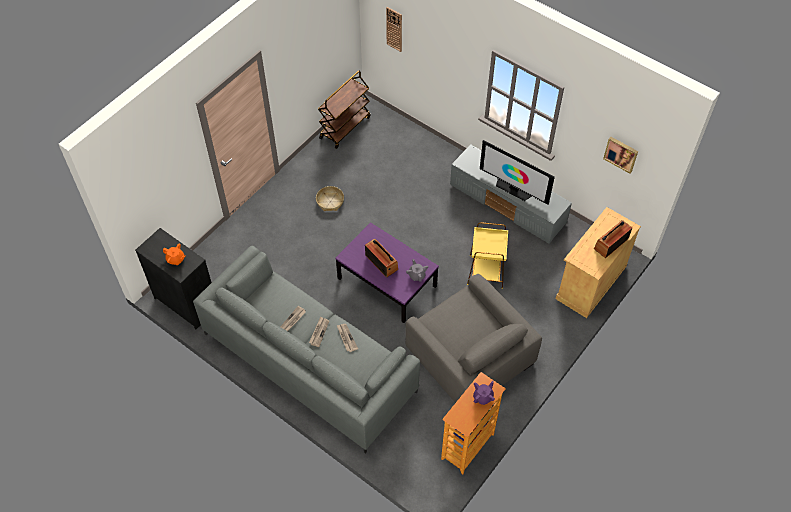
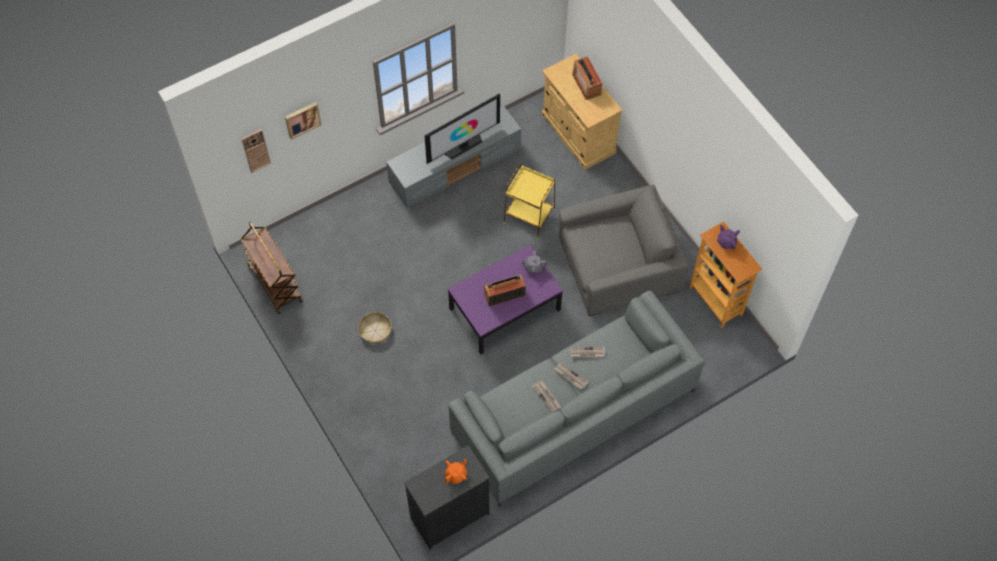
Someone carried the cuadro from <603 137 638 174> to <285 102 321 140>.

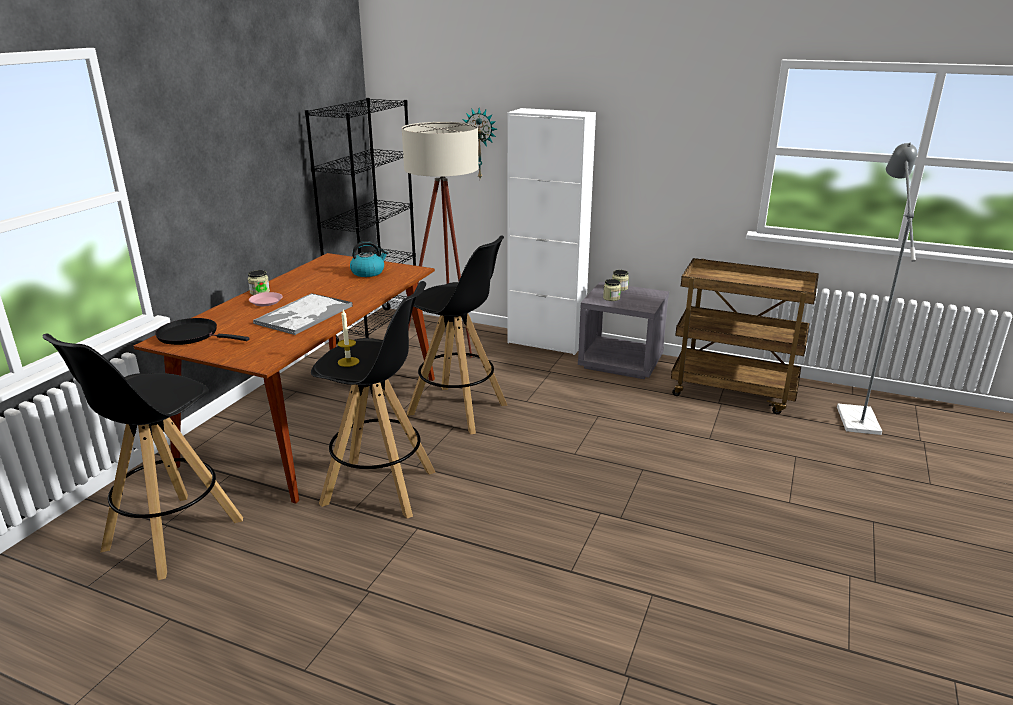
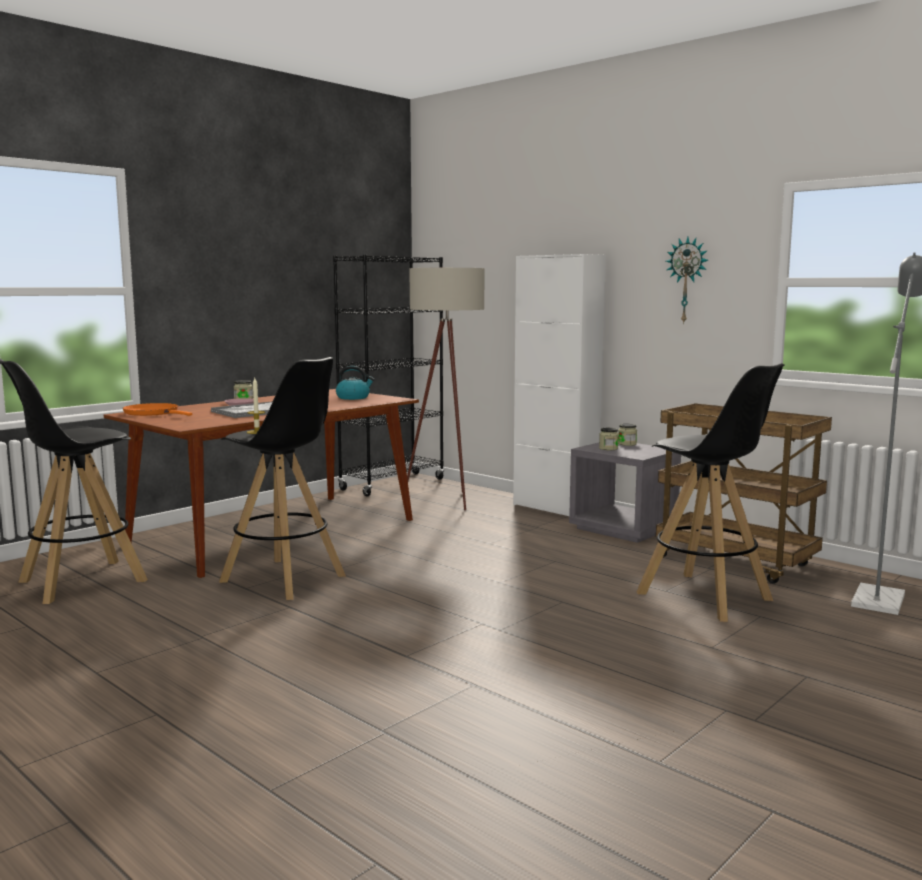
Someone repainted the sartén [negro] at <155 318 249 345>, which became the sartén [naranja] at <123 403 192 416>.
Someone carried the taburete [negro] from <407 236 508 434> to <637 363 785 622>.
Someone carried the reloj de pared from <463 108 497 178> to <666 236 708 324>.

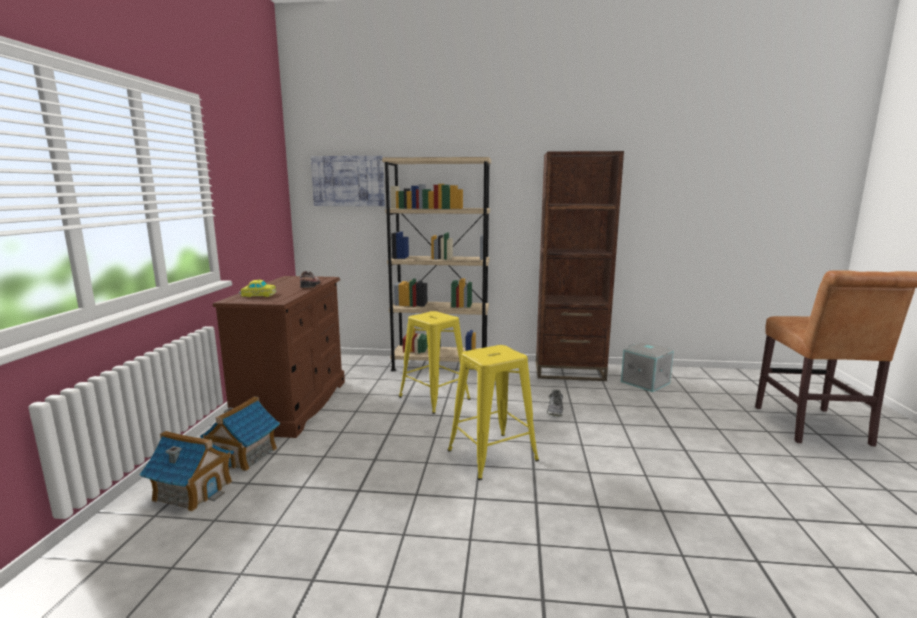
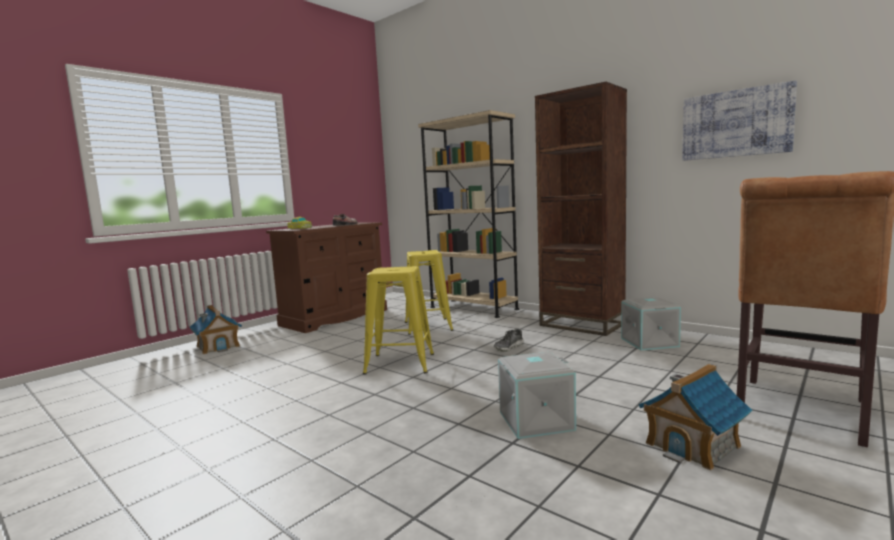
Someone put down the caja de almacenaje [gris] at <498 352 576 439>.
Someone carried the casita from <200 396 280 471> to <638 364 753 470>.
Someone carried the cuadro from <311 156 385 206> to <682 80 797 161>.

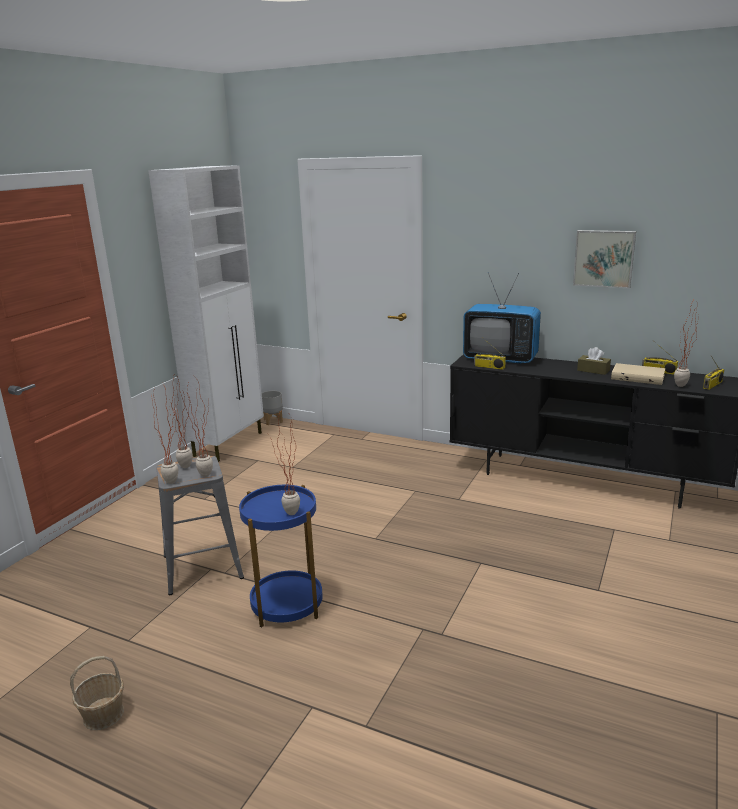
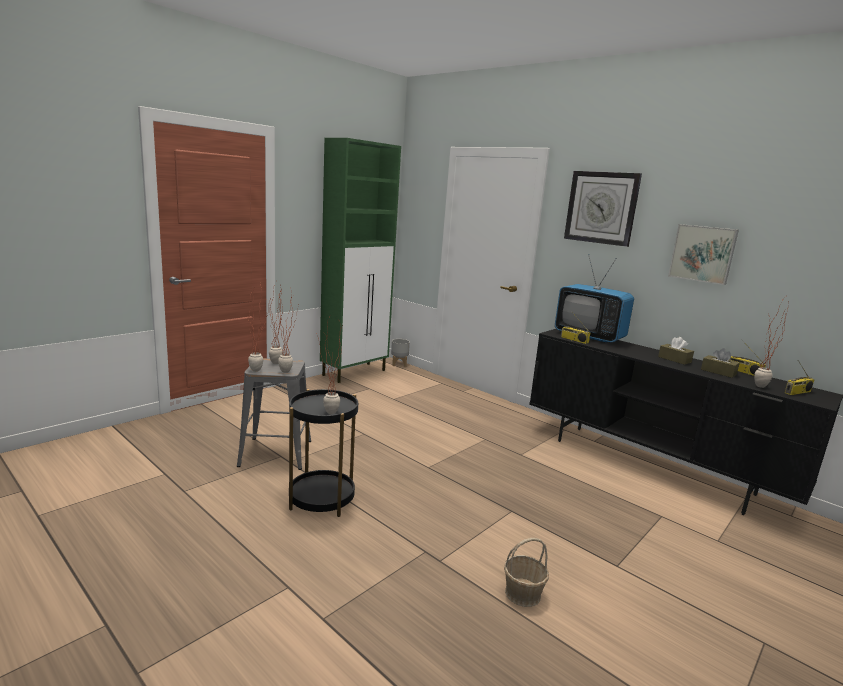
Someone repainted the mesa auxiliar [azul] at <239 485 323 627>, which became the mesa auxiliar [negro] at <289 389 358 517>.
Someone repainted the armario [blanco] at <148 165 264 462>, which became the armario [verde] at <320 138 401 383>.
Someone carried the cesta from <70 656 124 730> to <504 538 549 607>.
Someone put up the reloj de pared at <564 171 642 247>.
Someone swapped the libro [beis] at <611 363 665 385> for the caja de pañuelos [marrón] at <701 348 740 378>.

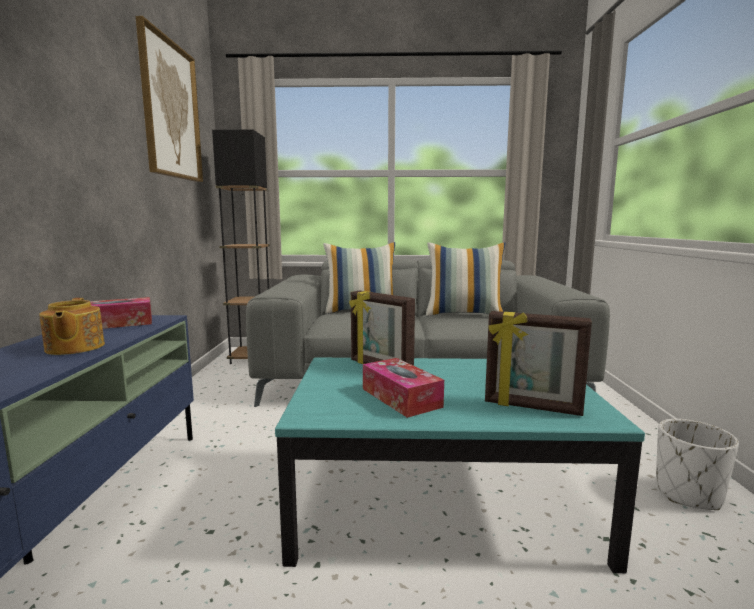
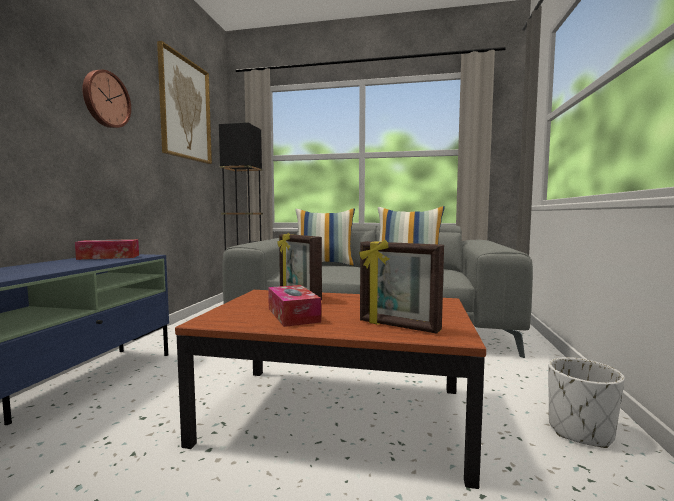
Someone put up the reloj de pared at <82 70 131 128>.
Someone repainted the mesa de centro [turquesa] at <275 357 645 573>, which became the mesa de centro [marrón] at <175 290 486 489>.
Someone took away the tetera at <39 298 105 355>.

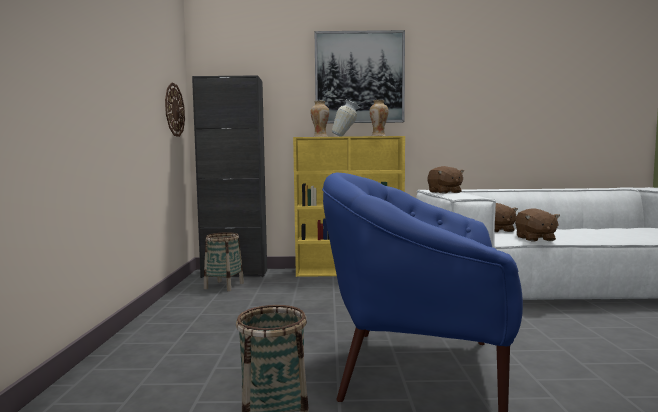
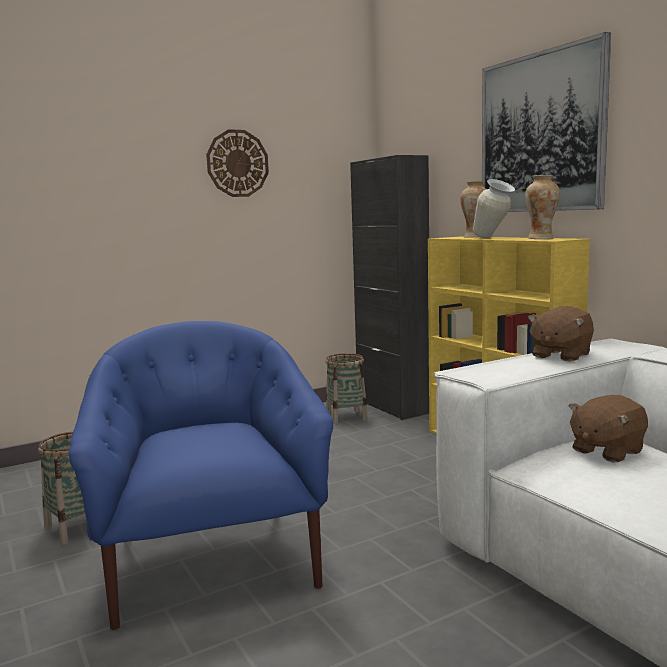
Someone carried the reloj de pared from <165 83 185 137> to <206 129 269 197>.
Someone took away the peluche [marrón] at <515 208 560 242>.

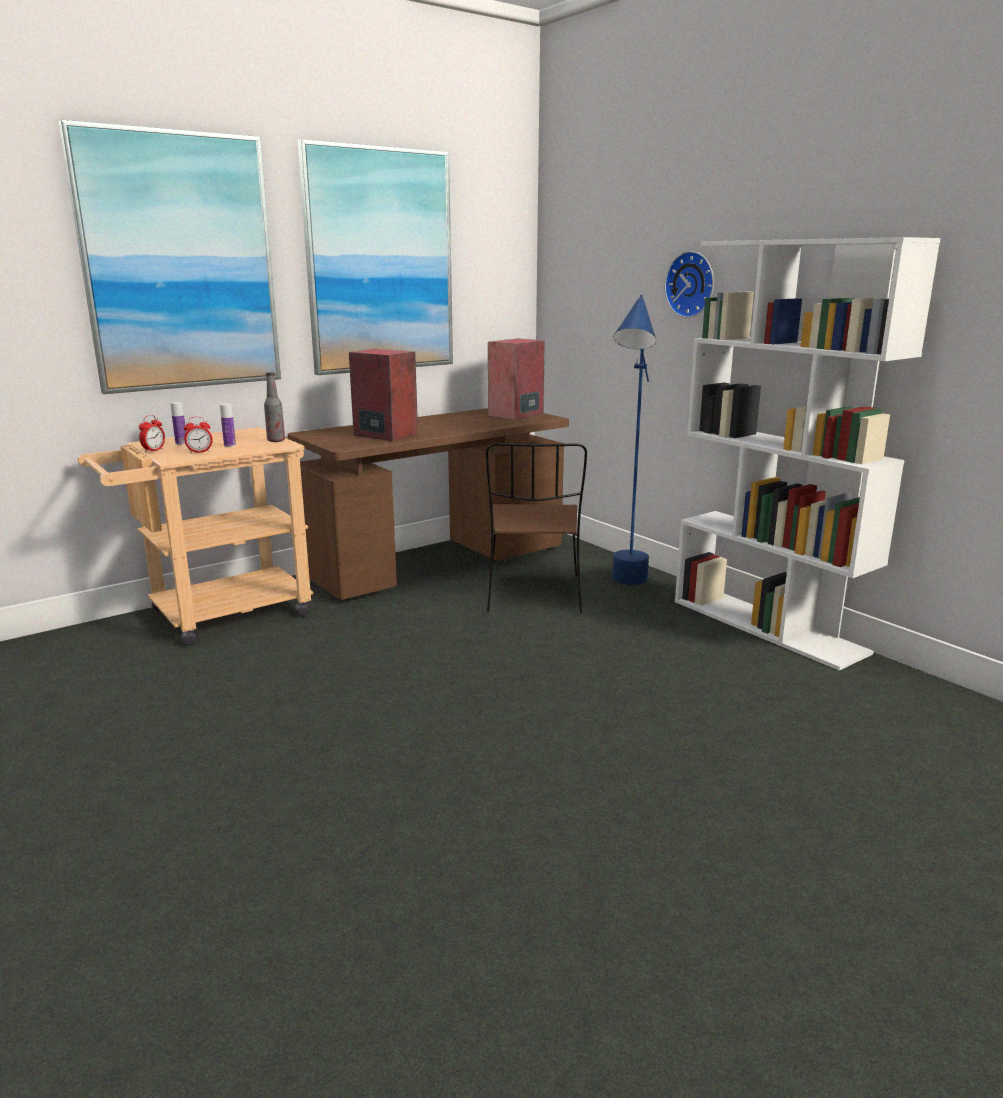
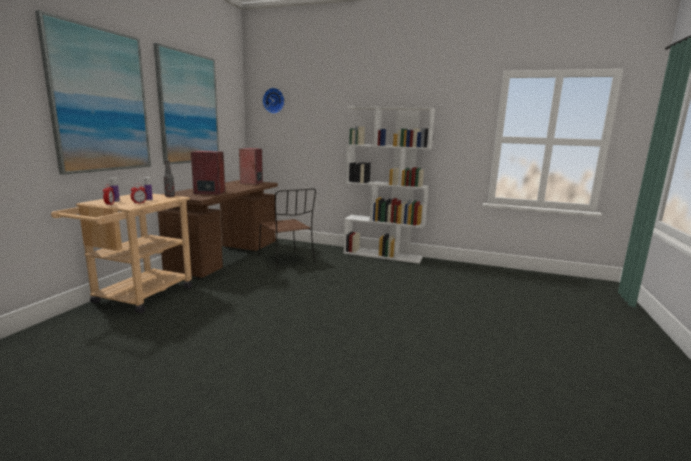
Someone carried the reloj de pared from <664 251 714 318> to <262 88 285 114>.
Someone took away the lámpara de pie [azul] at <612 295 656 585>.

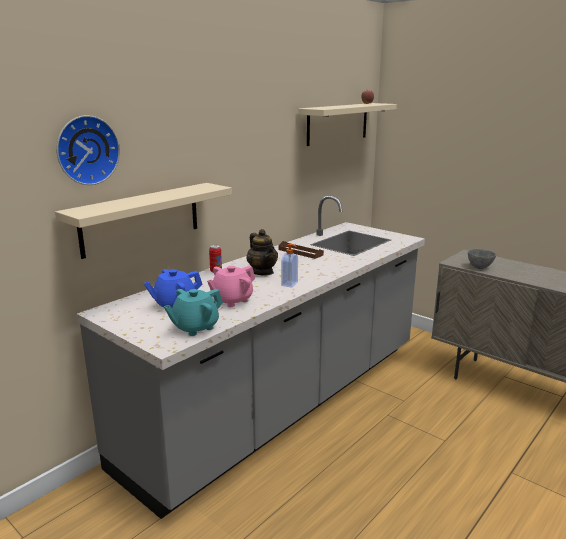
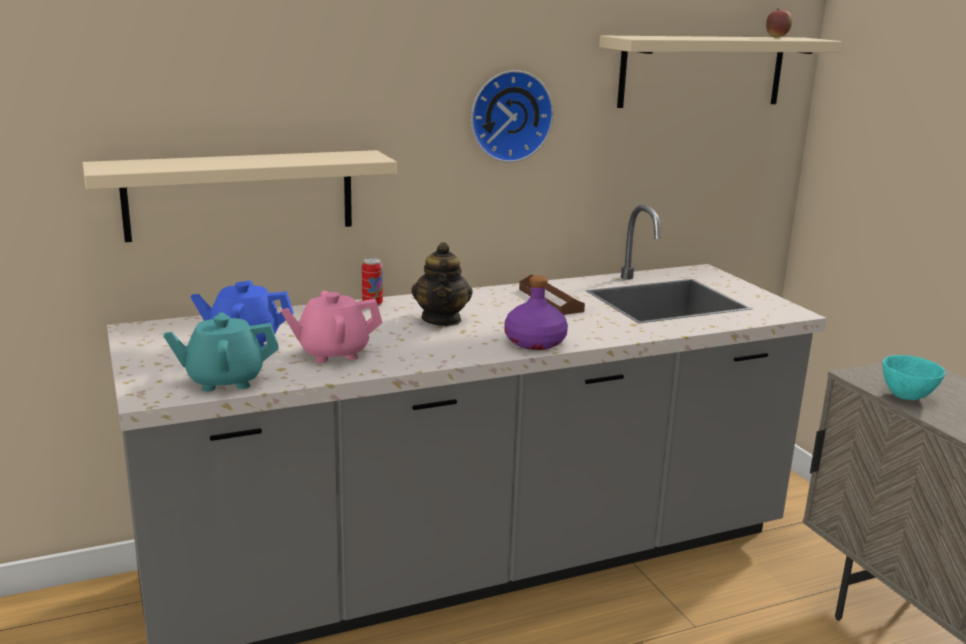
Someone carried the reloj de pared from <56 115 120 185> to <471 70 554 163>.
Someone put down the botella [morado] at <504 275 568 350>.
Someone repainted the cuenco [gris] at <468 249 496 269>, which became the cuenco [turquesa] at <883 355 945 400>.
Someone took away the dispensador de jabón at <281 244 298 288>.

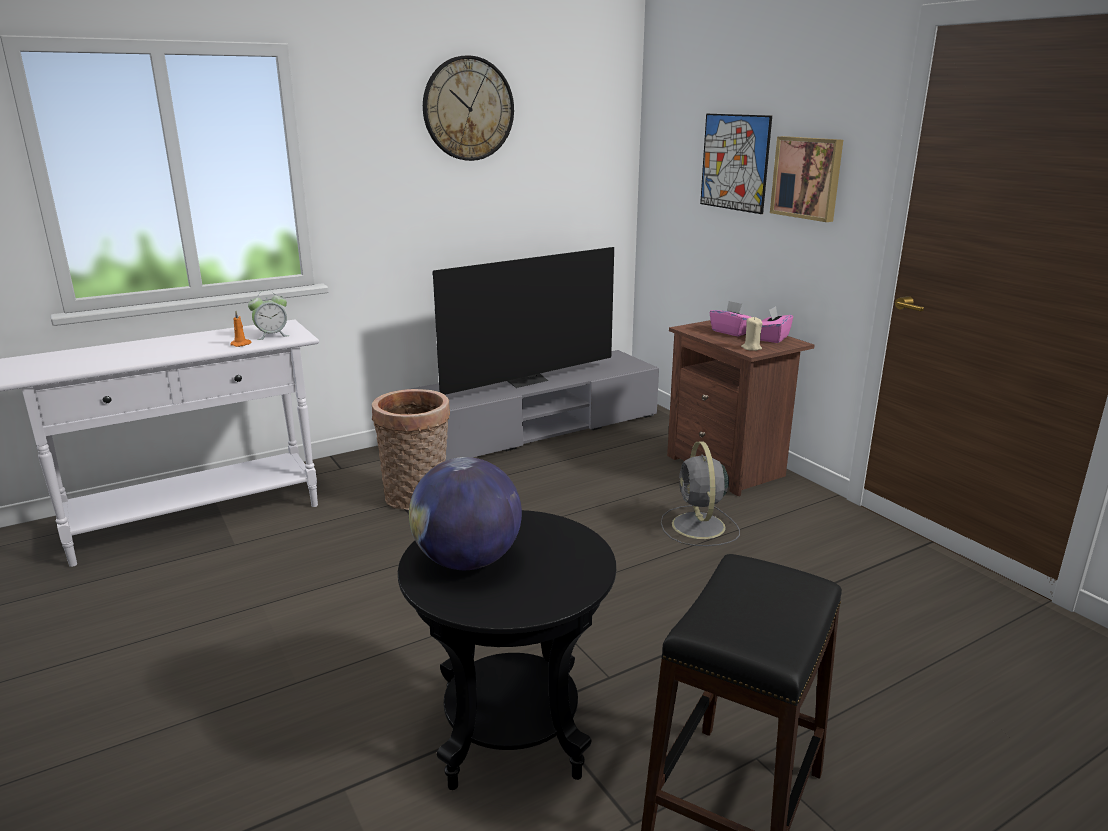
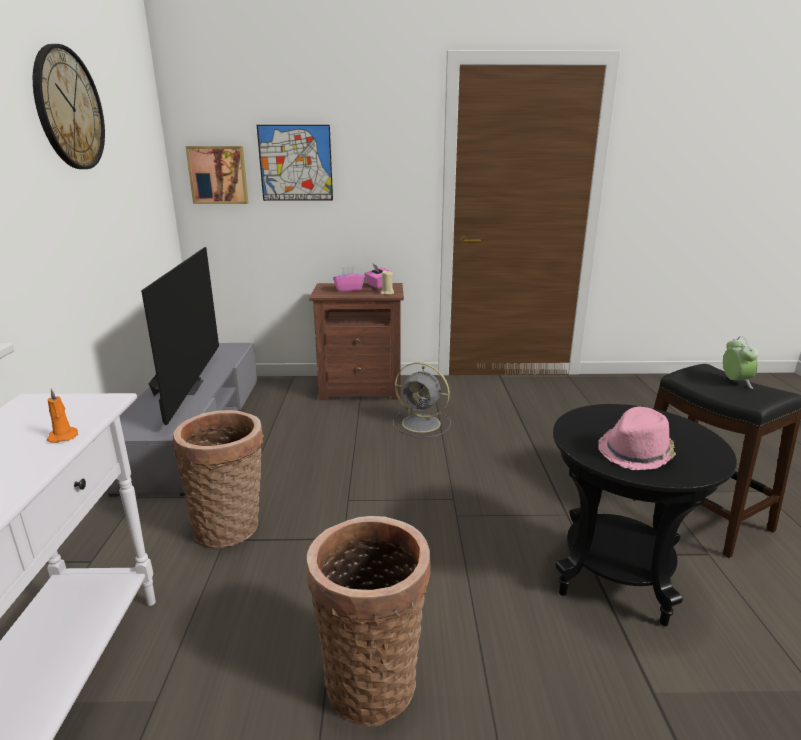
Someone carried the cuadro from <770 136 843 222> to <185 146 248 204>.
Someone put down the cesta at <307 516 430 727>.
Someone swapped the globo terráqueo at <409 457 522 570> for the sombrero [rosa] at <598 407 676 470>.
Someone carried the despertador from <248 290 290 340> to <723 336 758 389>.

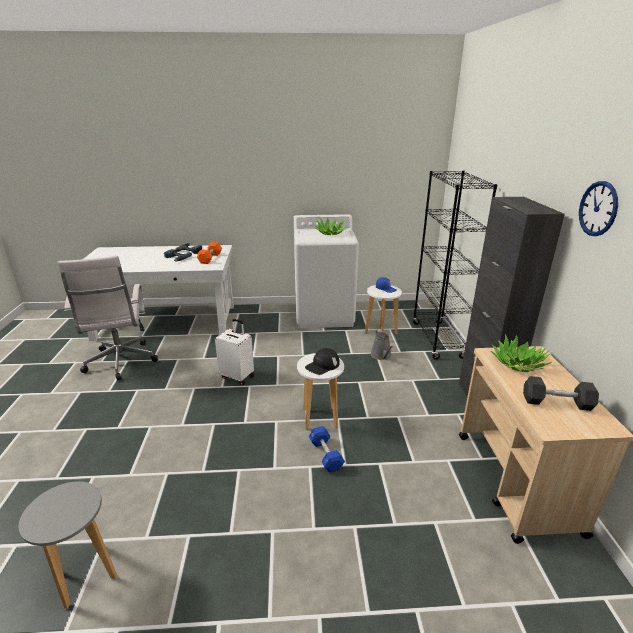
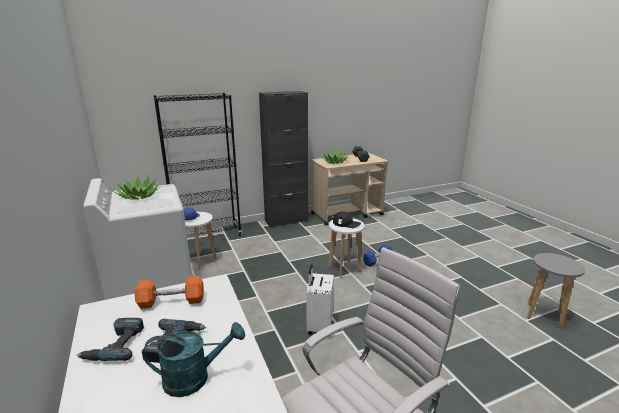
Someone put down the regadera [turquesa] at <143 322 245 397>.
Someone took away the regadera [gris] at <371 330 393 360>.
Someone took away the reloj de pared at <579 181 618 236>.

